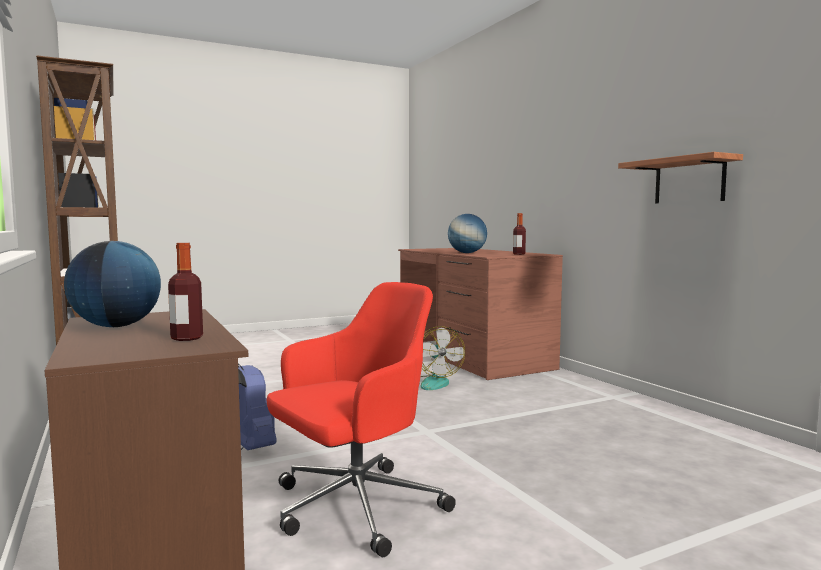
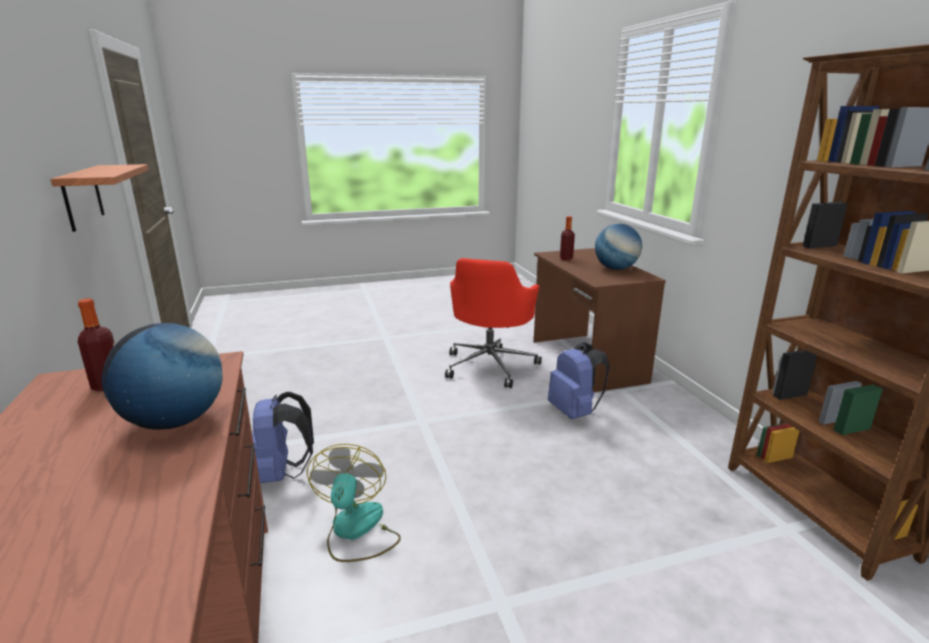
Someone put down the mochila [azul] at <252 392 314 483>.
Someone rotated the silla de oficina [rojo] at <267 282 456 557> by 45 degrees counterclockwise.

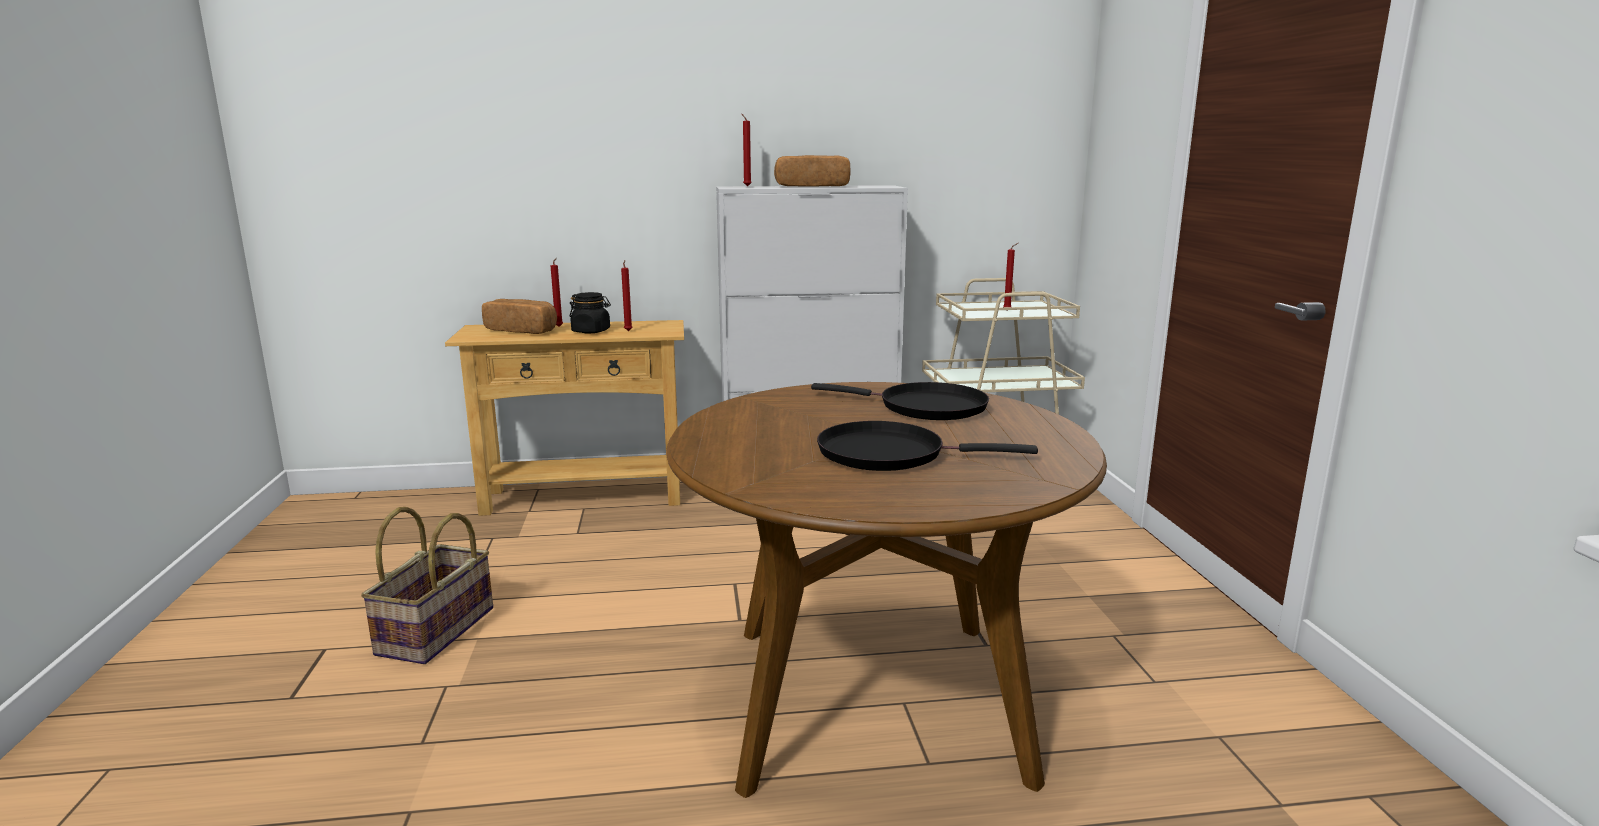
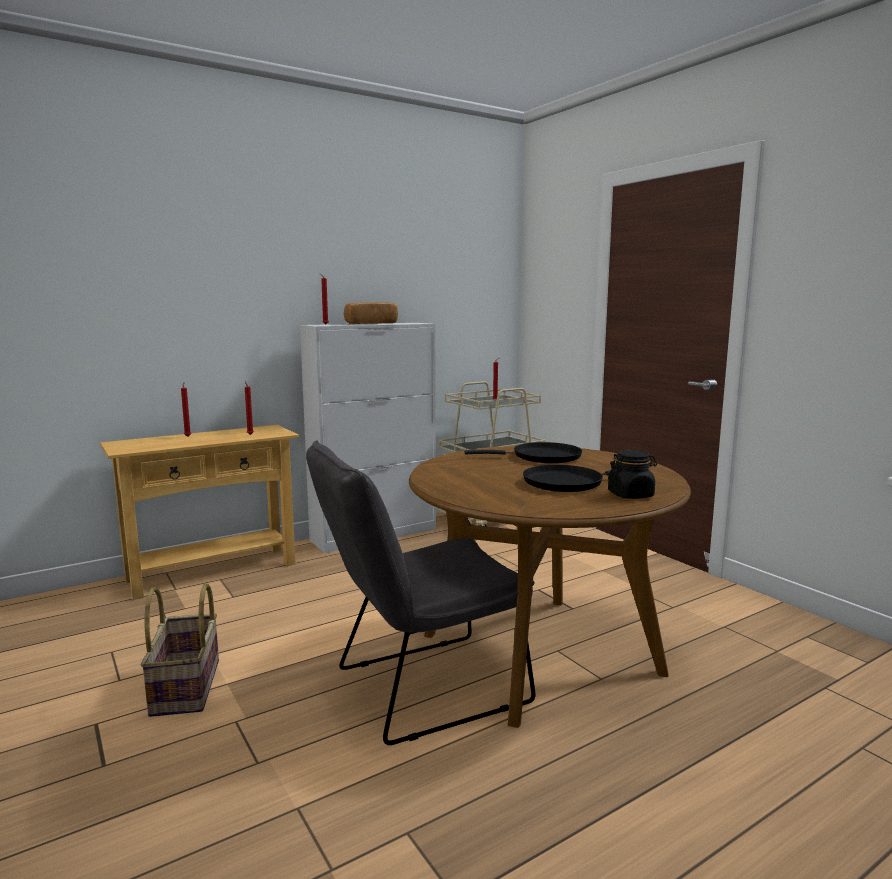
Someone put down the silla [gris] at <306 440 535 745>.
Someone carried the tarro [negro] from <569 292 611 333> to <608 450 657 499>.
Someone took away the pan at <482 299 557 334>.

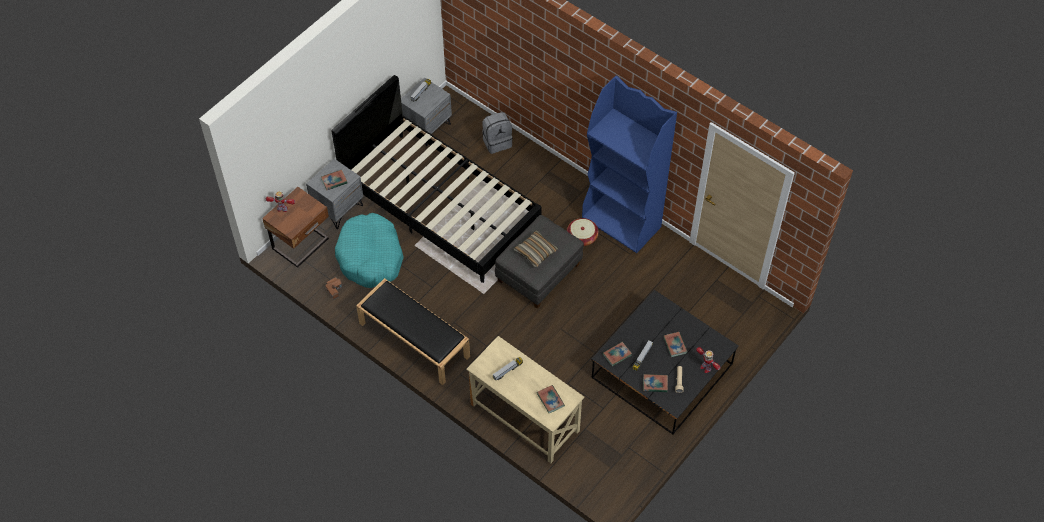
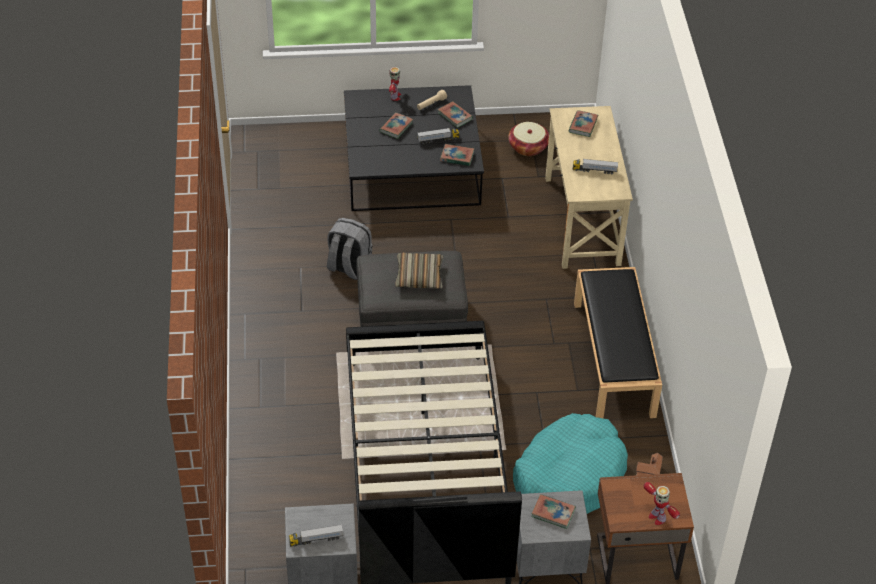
Someone carried the mochila [gris] from <482 112 513 154> to <327 218 372 280>.
Someone carried the cesta from <567 218 599 246> to <508 122 549 156>.
Someone took away the estantería [azul] at <582 75 677 253>.

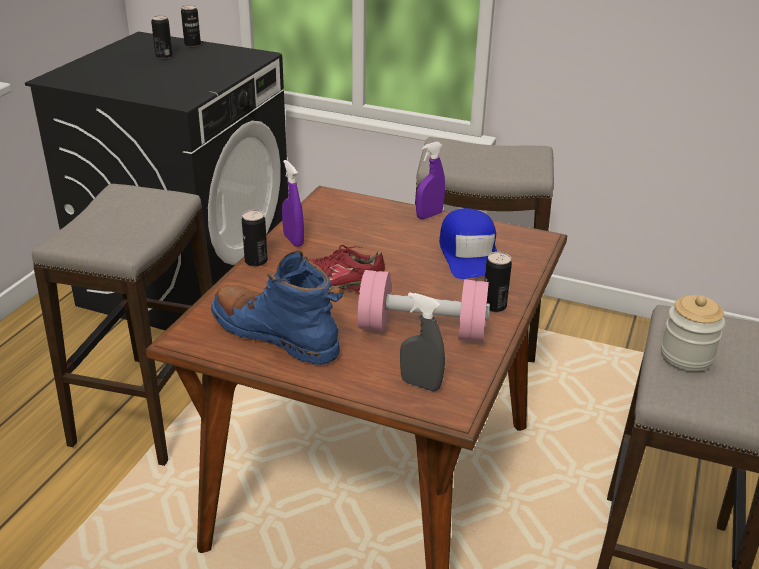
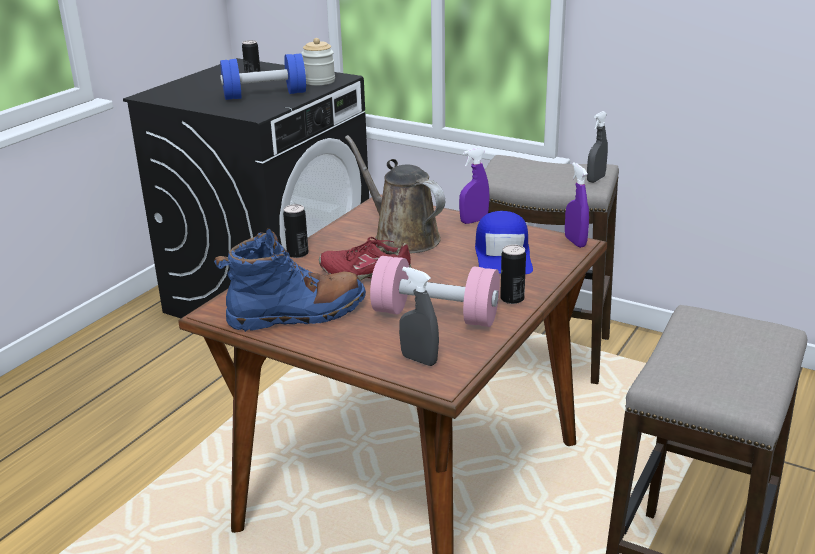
Someone rotated the bota [azul] at <211 251 343 365> by 120 degrees clockwise.
Someone put down the mancuerna [azul] at <220 53 306 100>.
Someone carried the tarro from <661 295 725 371> to <301 38 335 85>.
Someone put down the regadera [marrón] at <345 135 445 253>.
Someone carried the pulverizador [morado] from <282 160 304 247> to <565 163 589 248>.
Someone put down the pulverizador [gris] at <587 111 608 183>.
Someone took away the taburete at <32 184 213 466>.
Someone took away the lata at <181 5 201 47>.

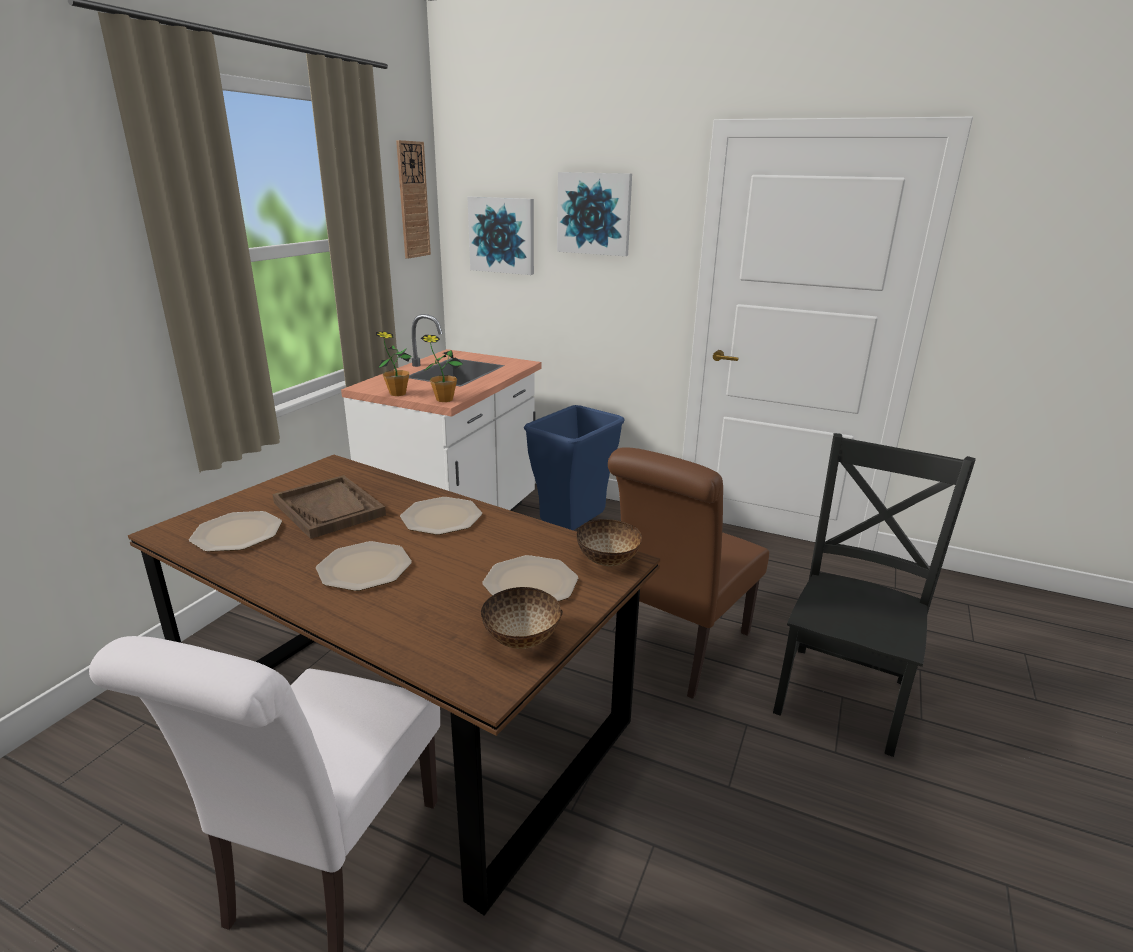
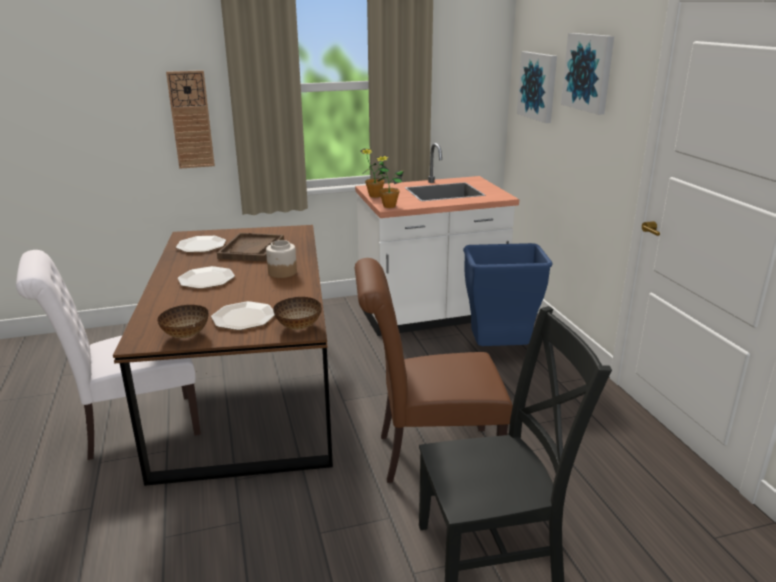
Someone carried the reloj de pared from <396 140 431 259> to <166 70 215 169>.
Someone swapped the plato at <400 497 482 535> for the tarro at <266 240 297 278>.

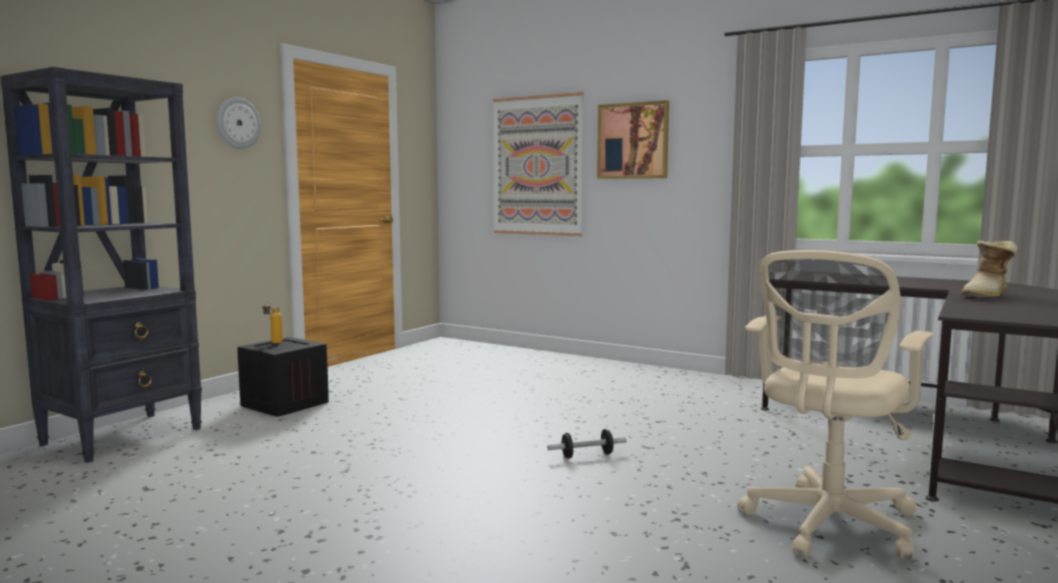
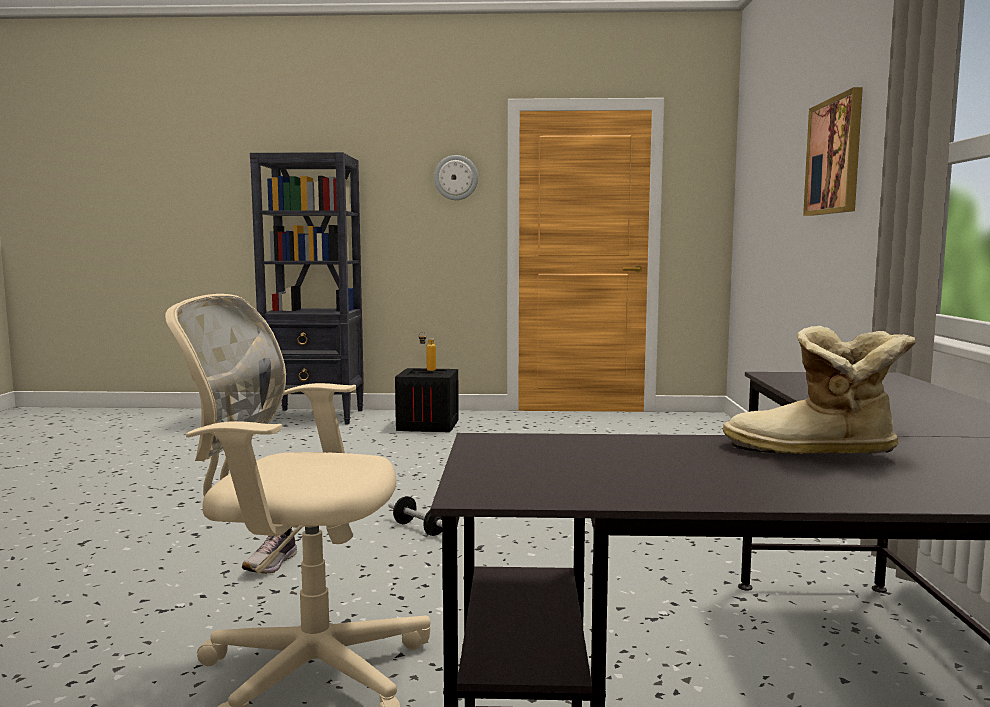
Someone put down the zapato at <242 527 297 574>.
Someone took away the cuadro at <493 92 583 236>.

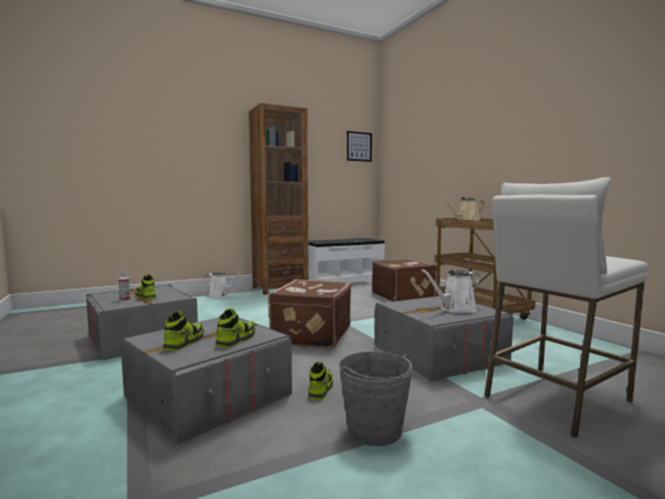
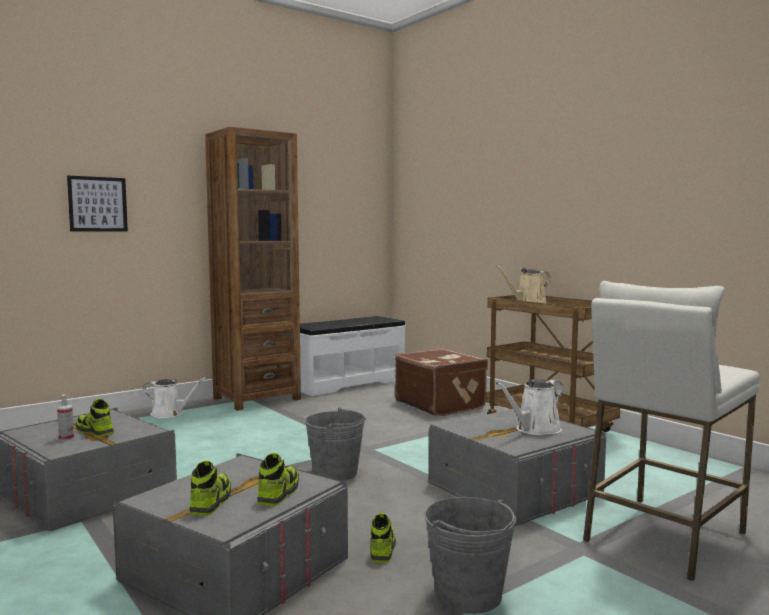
Someone carried the cuadro from <347 131 372 162> to <67 175 128 232>.
Someone swapped the maleta [marrón] at <268 279 351 349> for the cubo [gris] at <305 408 366 481>.

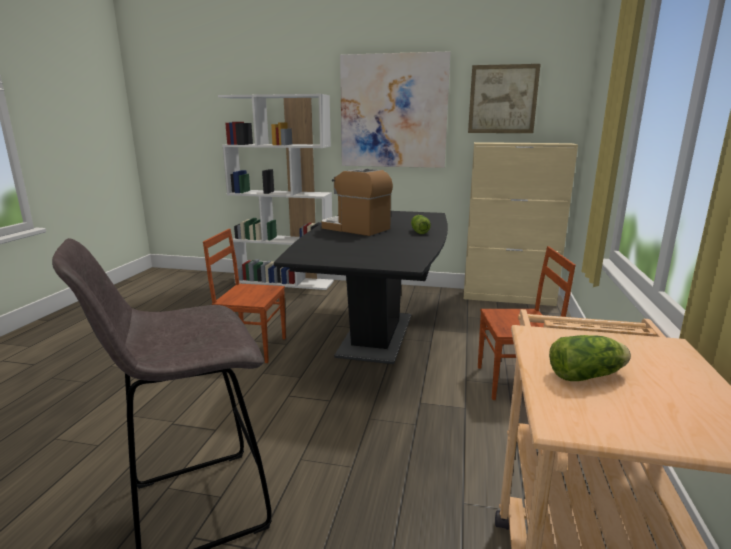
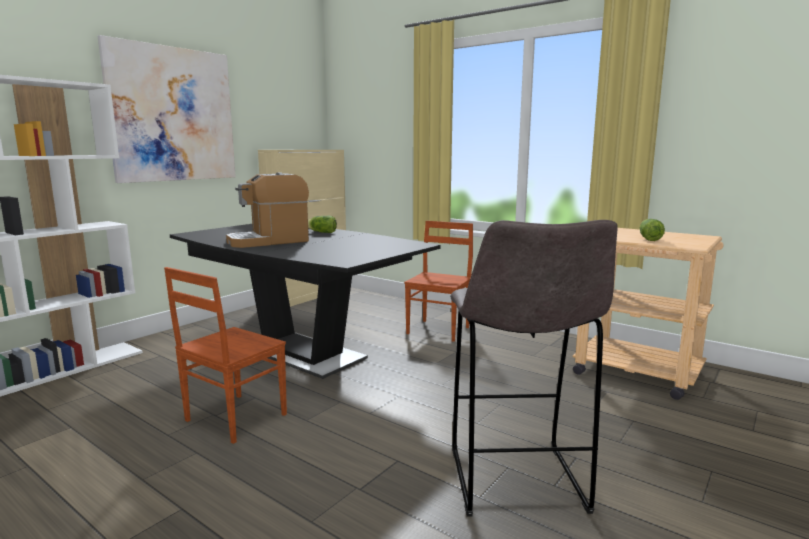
Someone took away the cuadro at <468 64 541 133>.

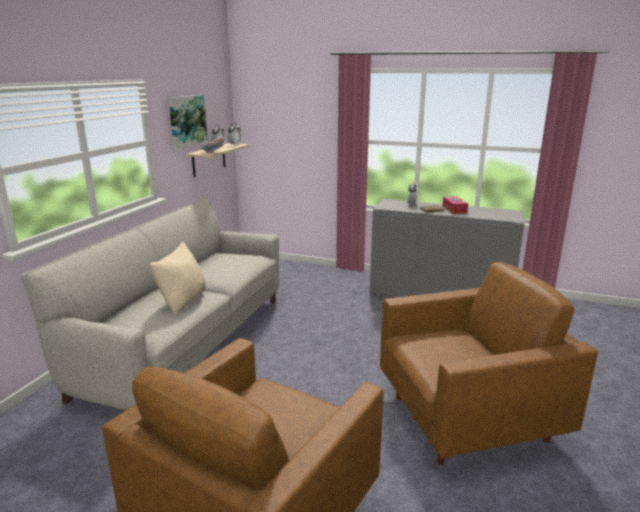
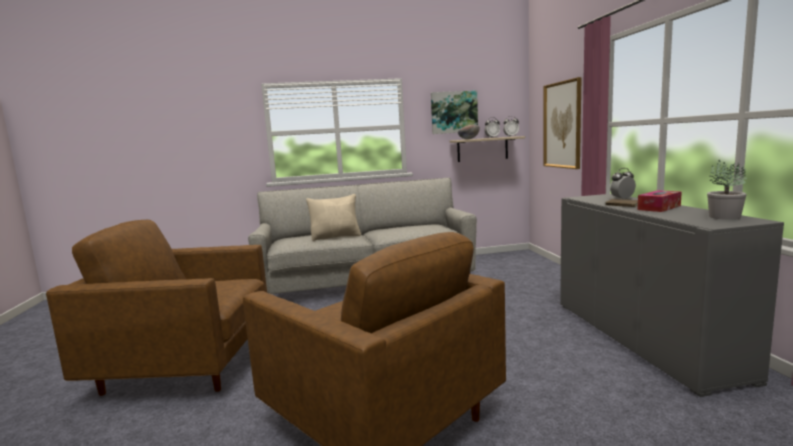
Someone put up the cuadro at <543 77 582 169>.
Someone put down the planta en maceta at <707 160 747 220>.

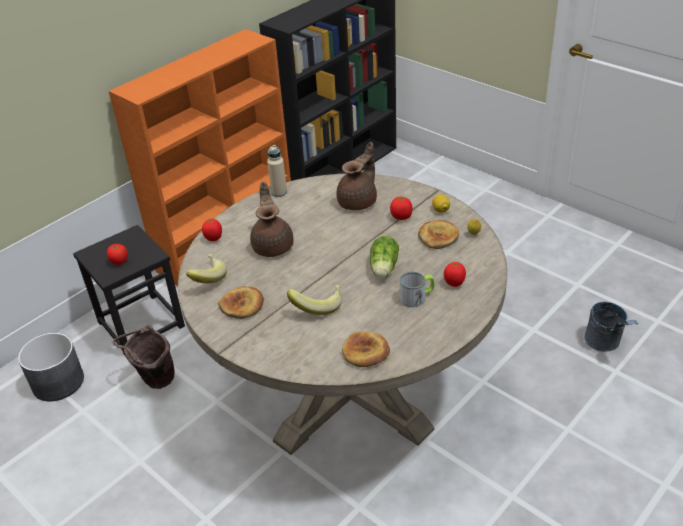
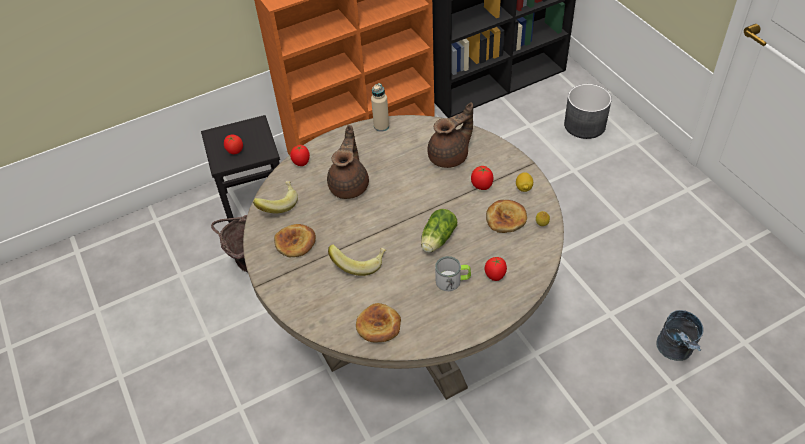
Someone carried the maceta [gris] from <18 333 84 401> to <564 84 612 139>.

